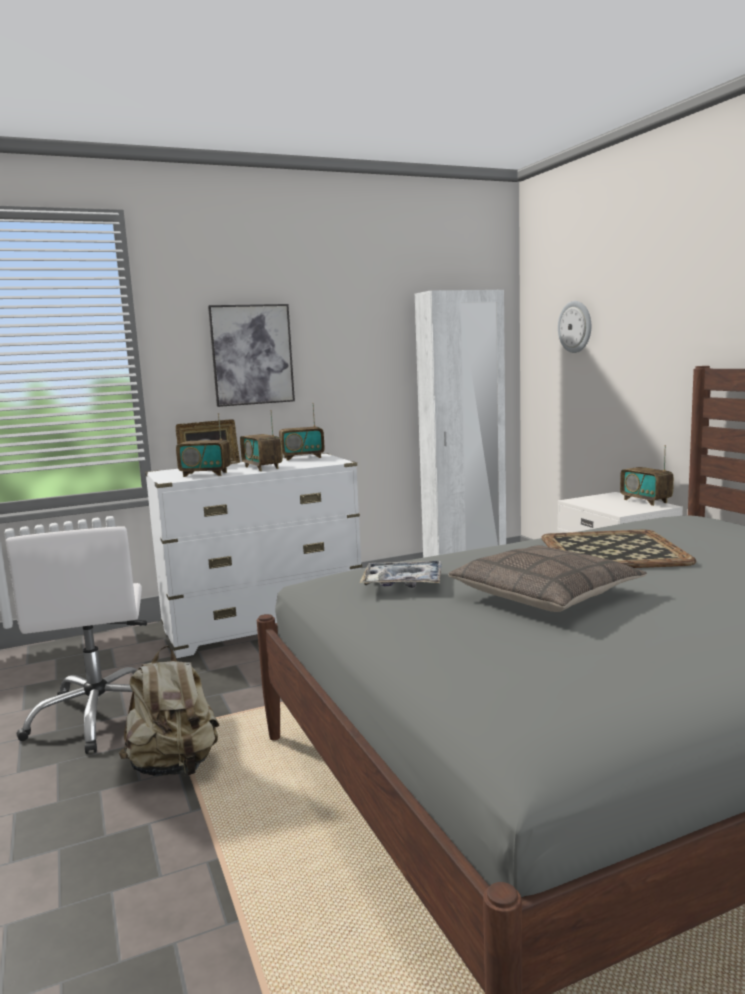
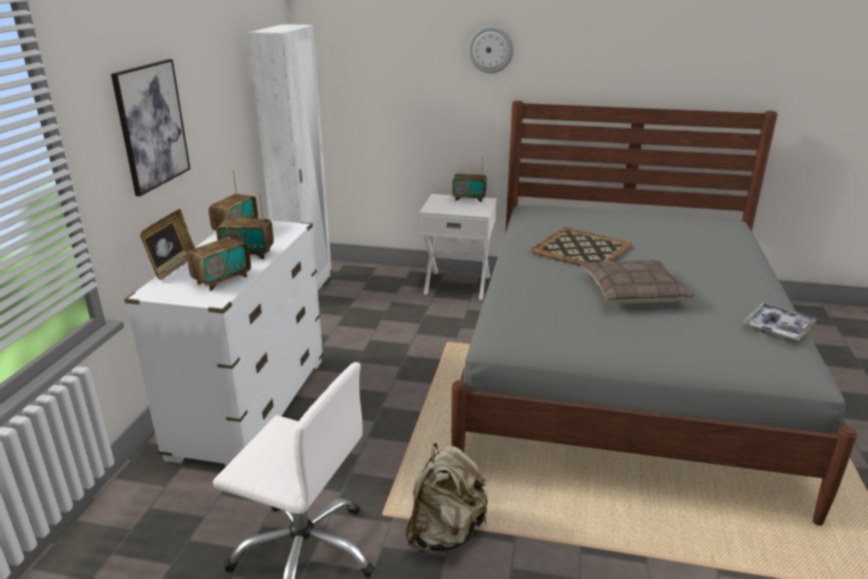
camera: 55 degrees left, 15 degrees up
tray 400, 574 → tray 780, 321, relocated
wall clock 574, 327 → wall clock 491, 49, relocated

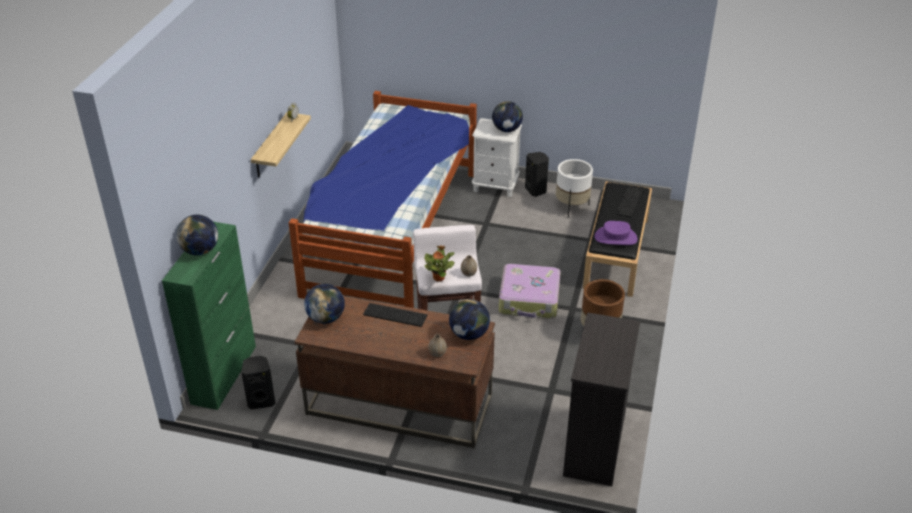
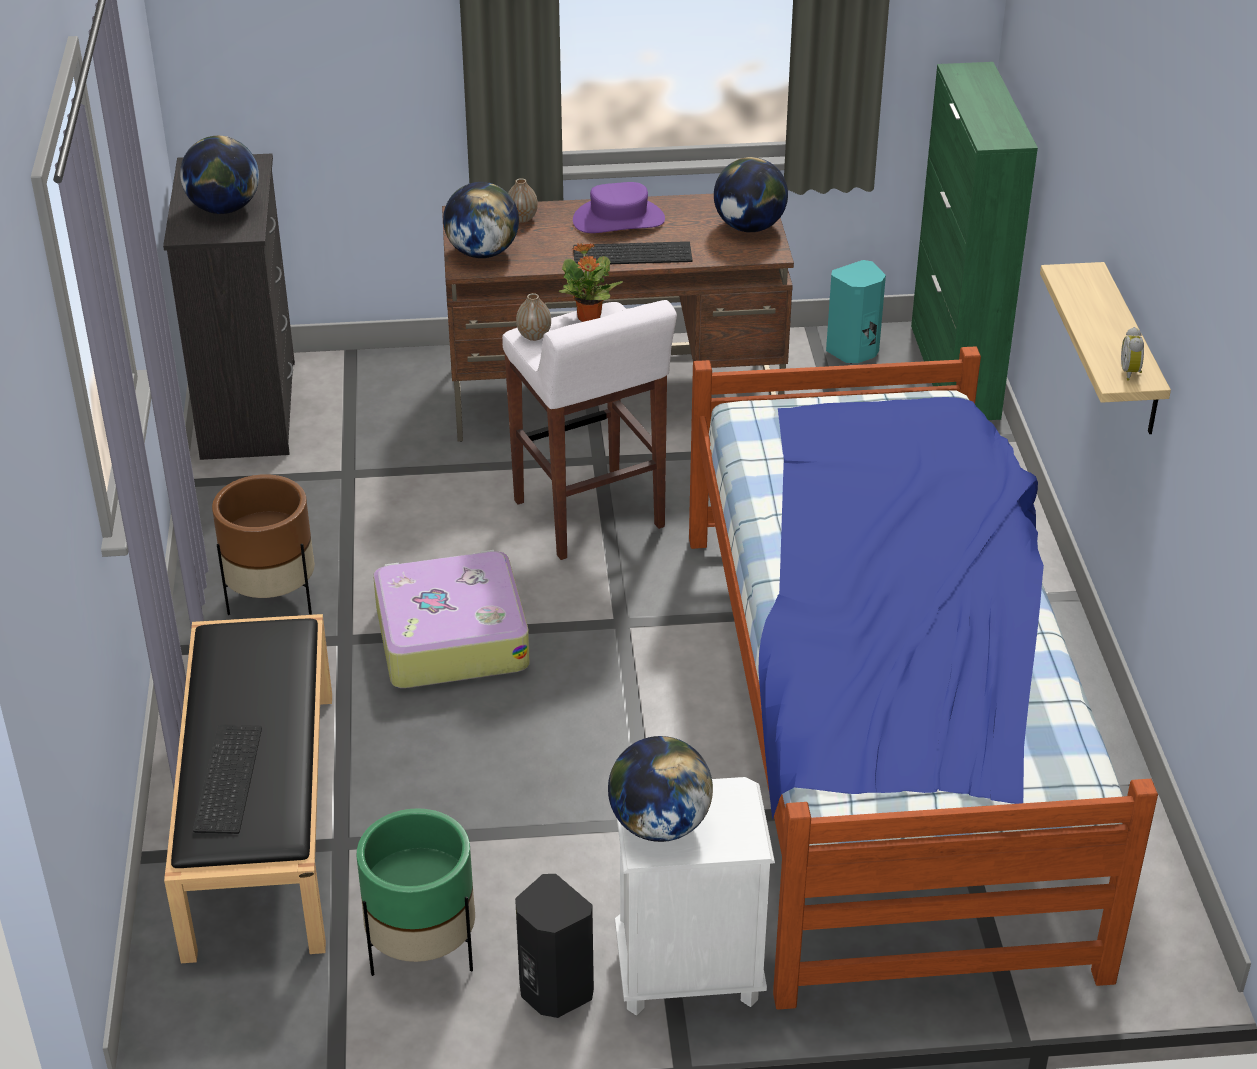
camera: 160 degrees right, 0 degrees up
globe 197, 235 → globe 219, 175, relocated
black speaker 258, 382 → turquoise speaker 856, 311
white planter 574, 188 → green planter 416, 892
purple hat 616, 233 → purple hat 619, 207, relocated

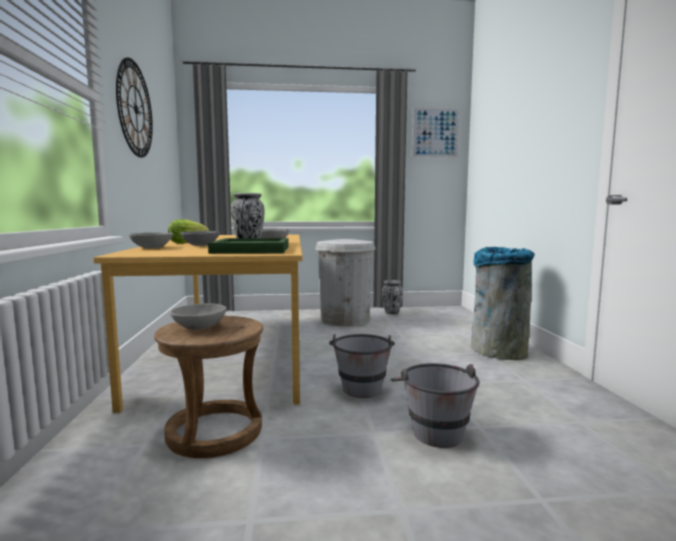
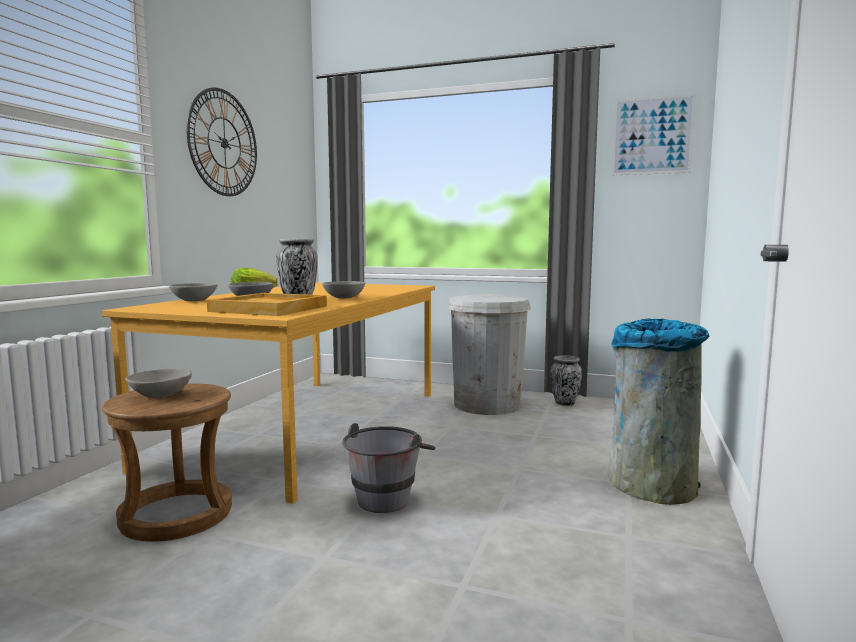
camera: 25 degrees right, 0 degrees up
green tray 248, 246 → beige tray 267, 304
grey bucket 435, 405 → -

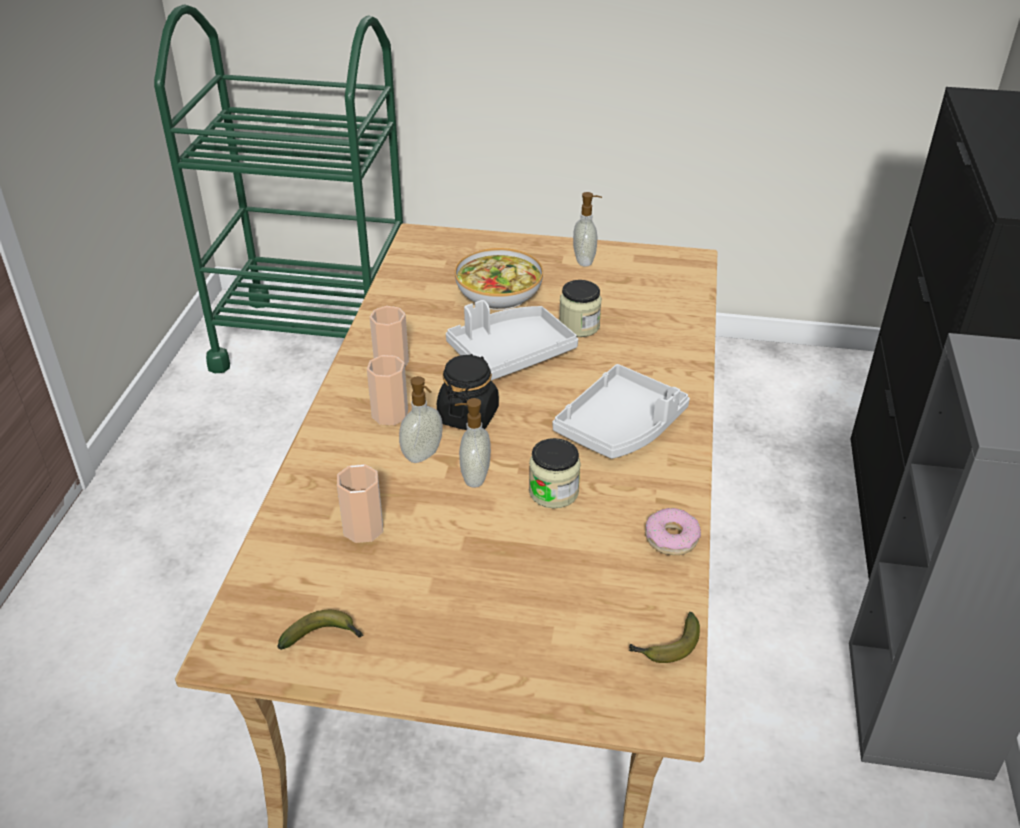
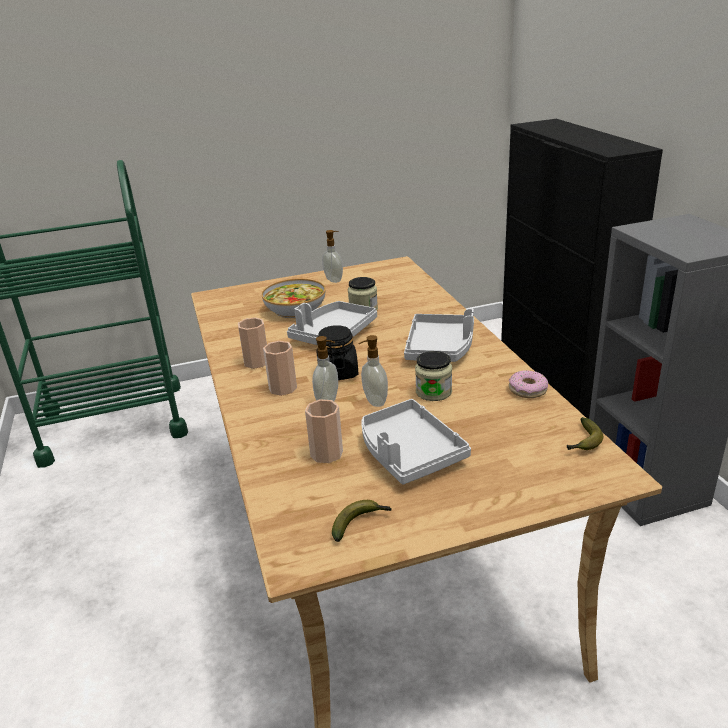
camera: 25 degrees left, 10 degrees down
- → grey tray 416, 441

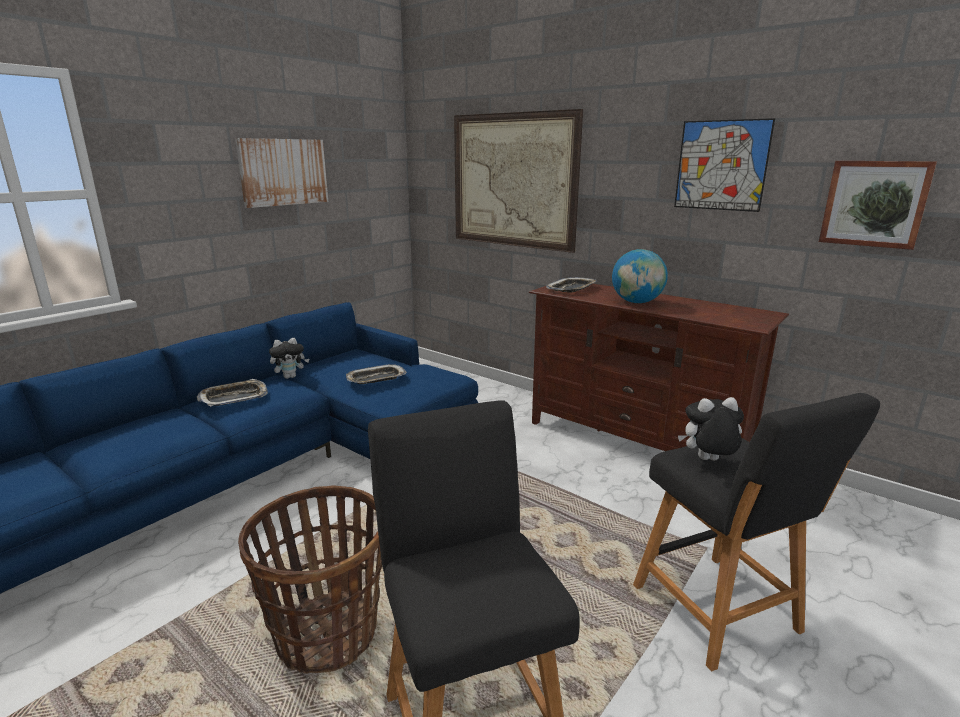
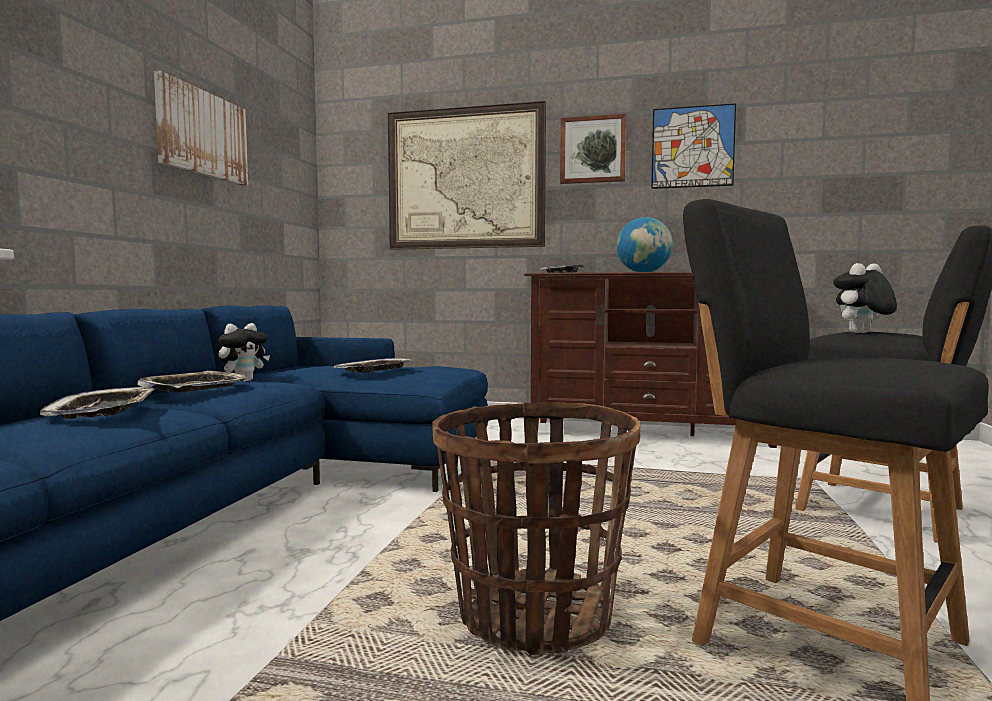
camera: 25 degrees left, 15 degrees down
picture 878, 205 → picture 593, 148, relocated
- → tray 98, 403

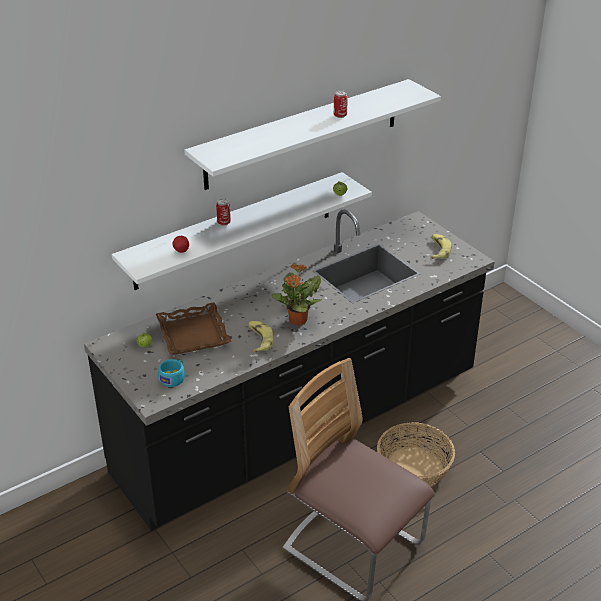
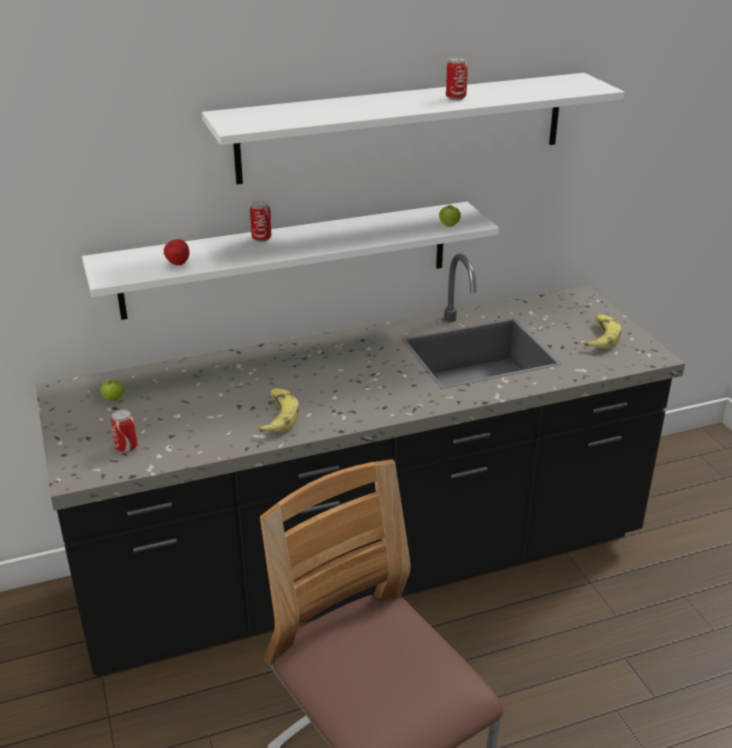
camera: 15 degrees right, 5 degrees down
brown tray 193, 328 → -
turquoise cup 171, 373 → can 124, 431
potted plant 296, 294 → -
basket 416, 454 → -

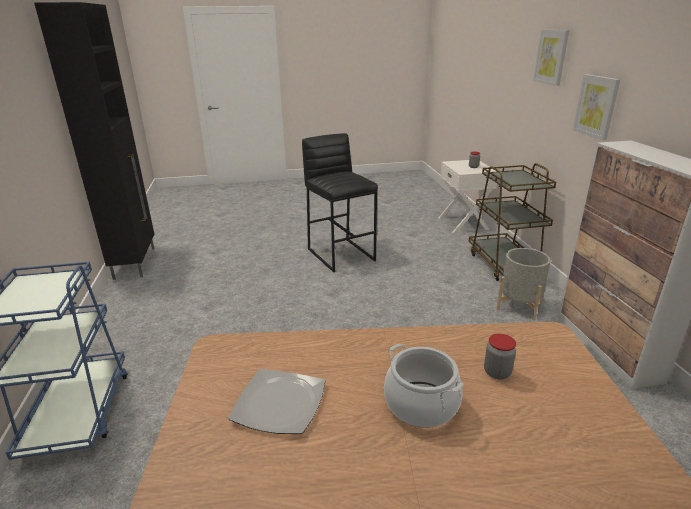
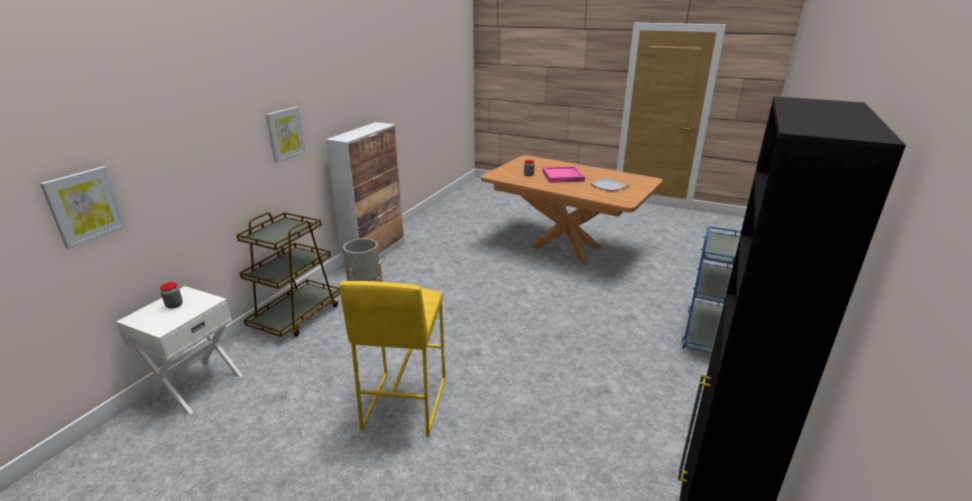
camera: 145 degrees left, 0 degrees up
black stool 340, 202 → yellow stool 392, 359
cooking pot 424, 386 → pink tray 564, 174
picture 551, 57 → picture 83, 207, relocated

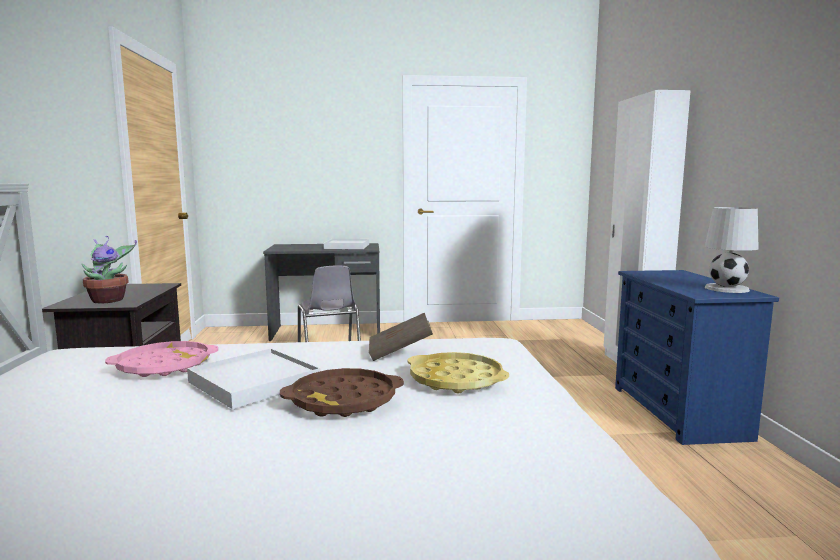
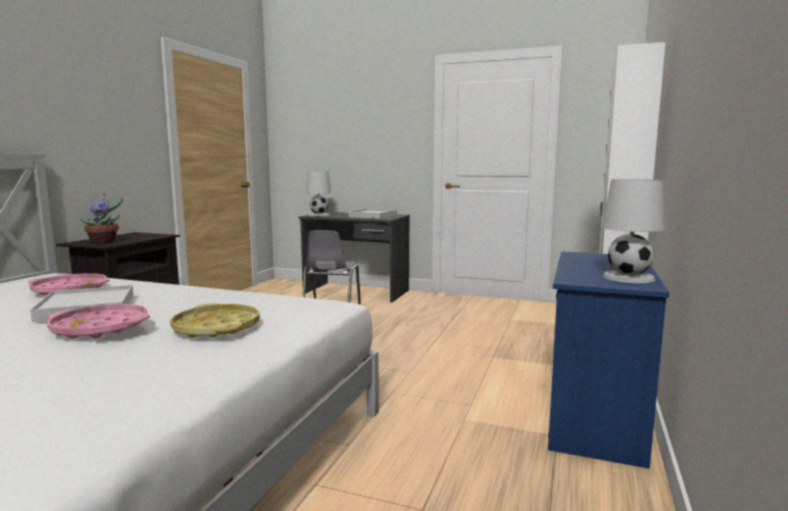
camera: 25 degrees right, 0 degrees up
brown tray 342, 392 → pink tray 98, 321
brown book 401, 337 → -
- → white table lamp 318, 193

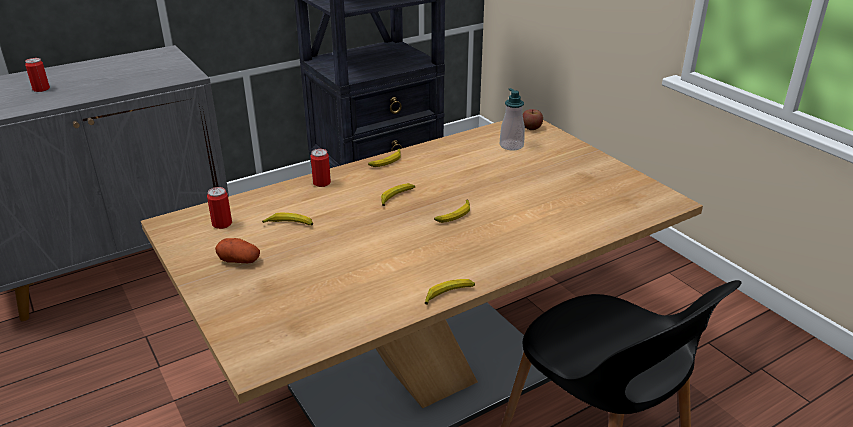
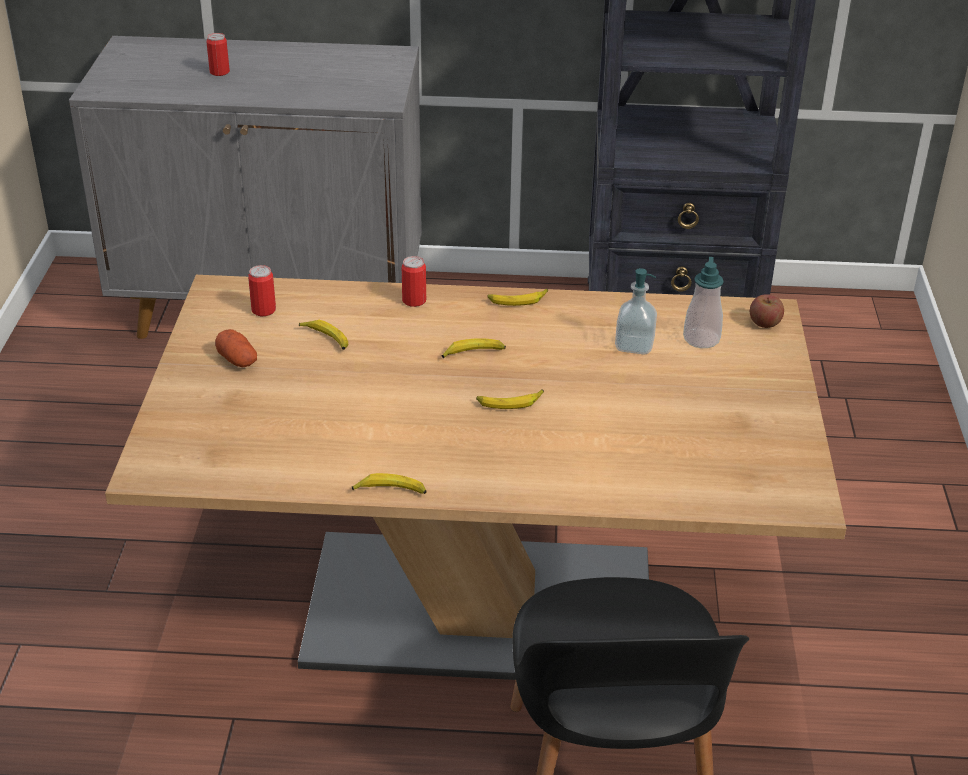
camera: 35 degrees right, 5 degrees up
- → soap dispenser 636, 311

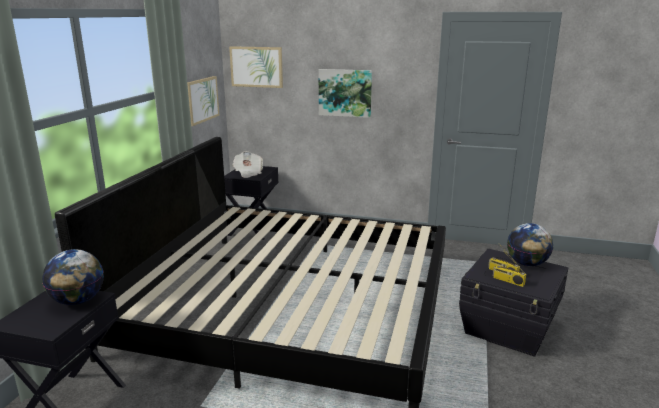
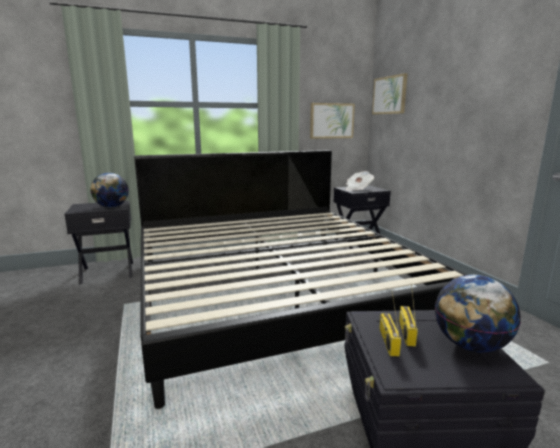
camera: 55 degrees right, 5 degrees down
picture 345, 93 → -

